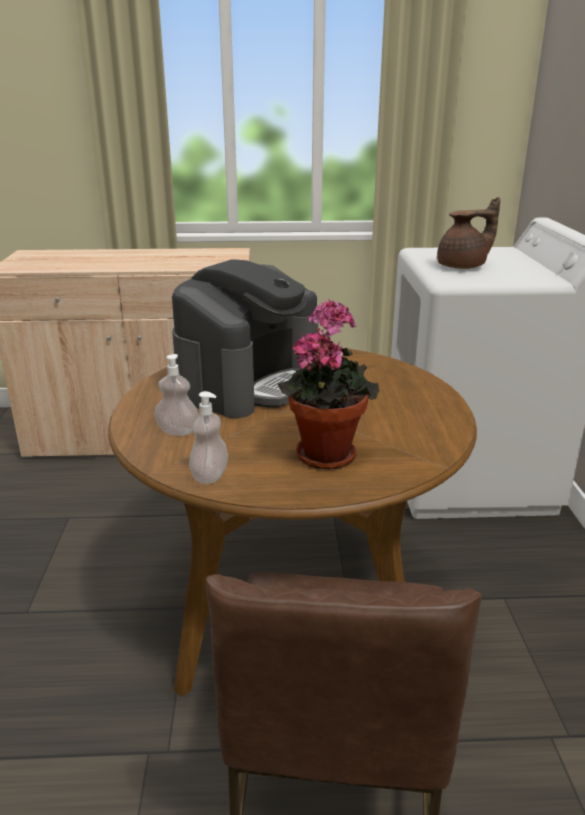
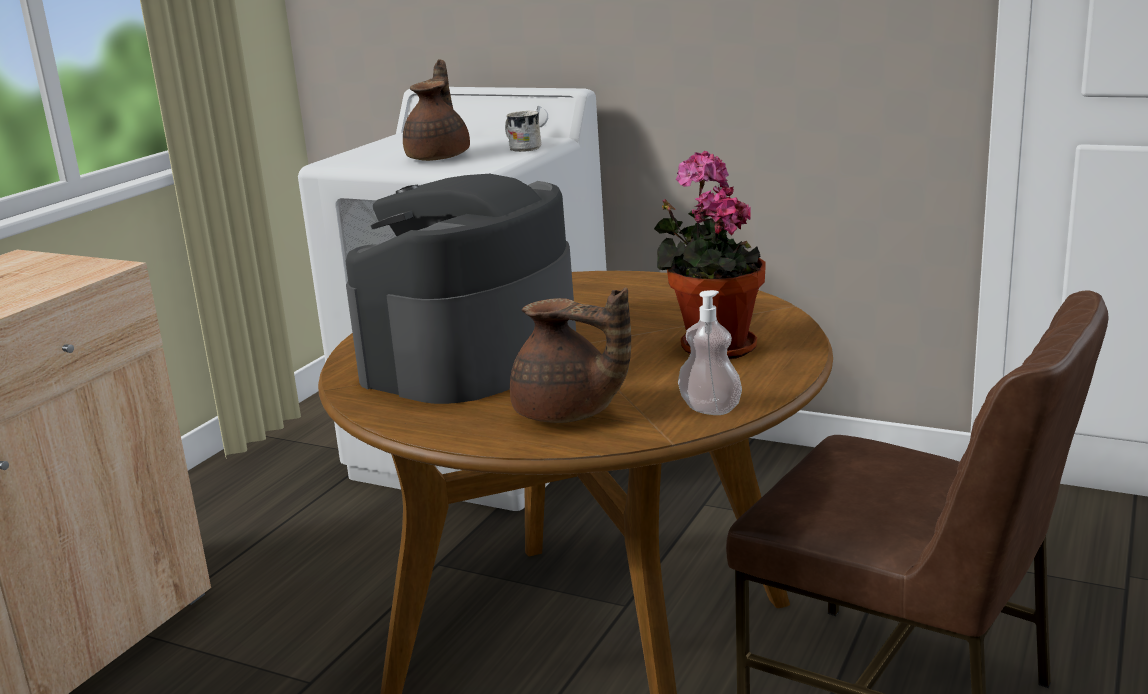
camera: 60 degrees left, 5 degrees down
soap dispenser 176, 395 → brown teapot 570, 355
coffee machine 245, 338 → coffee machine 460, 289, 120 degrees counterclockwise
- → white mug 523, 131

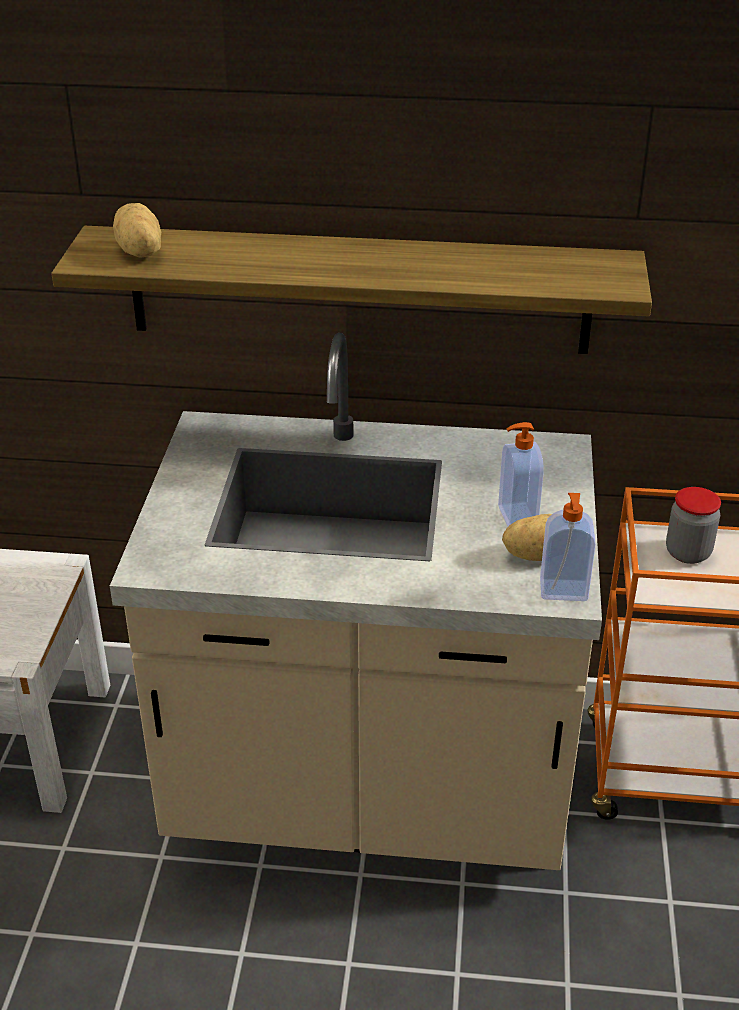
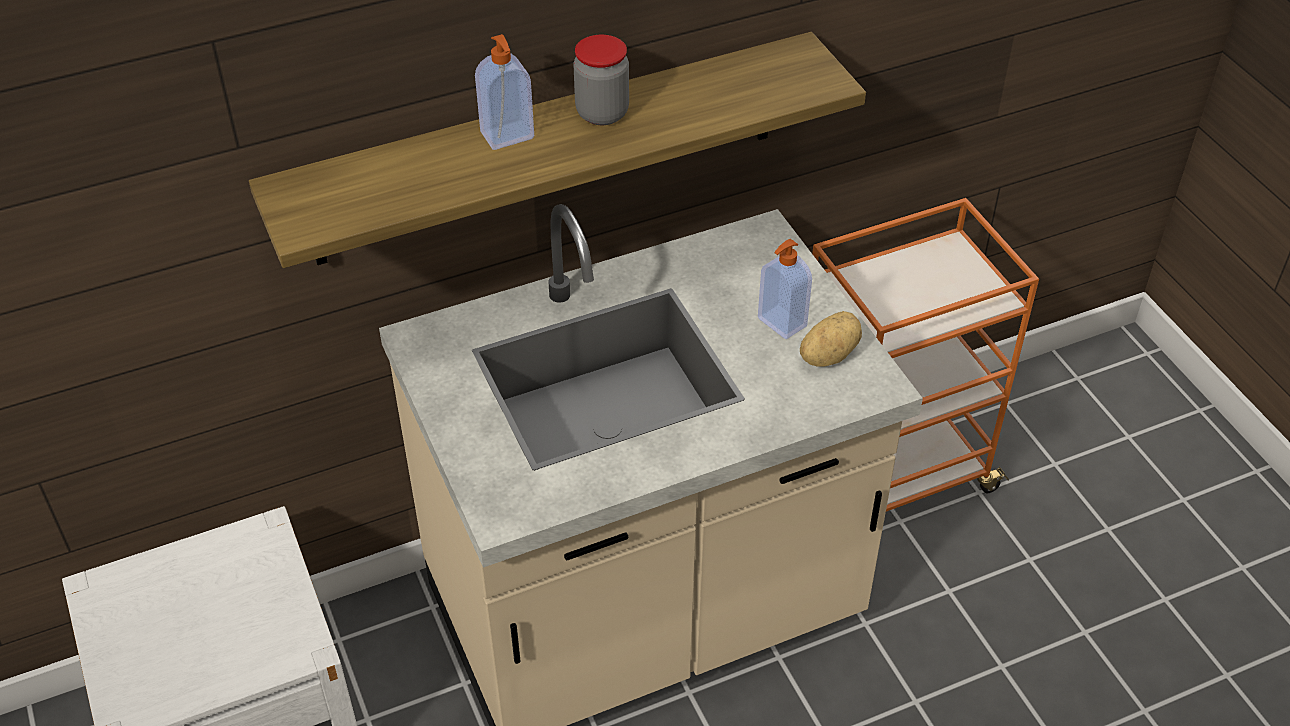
camera: 30 degrees left, 10 degrees up
potato 137, 230 → -
soap dispenser 568, 547 → soap dispenser 504, 92, relocated
jar 693, 525 → jar 601, 80, relocated

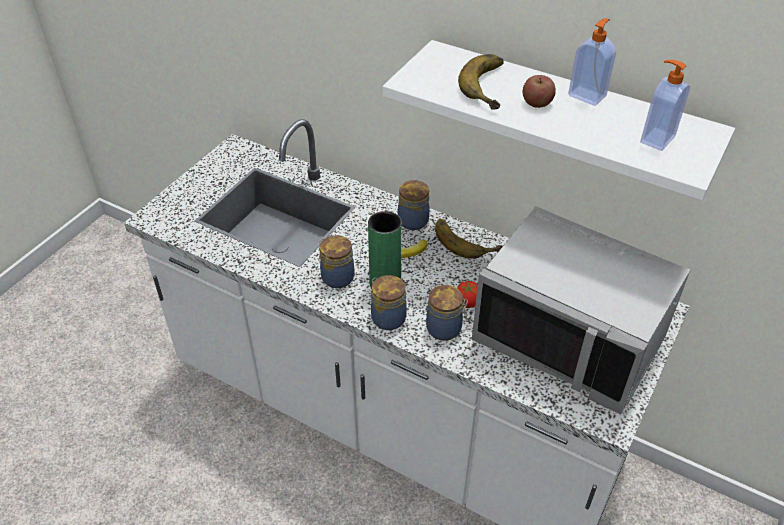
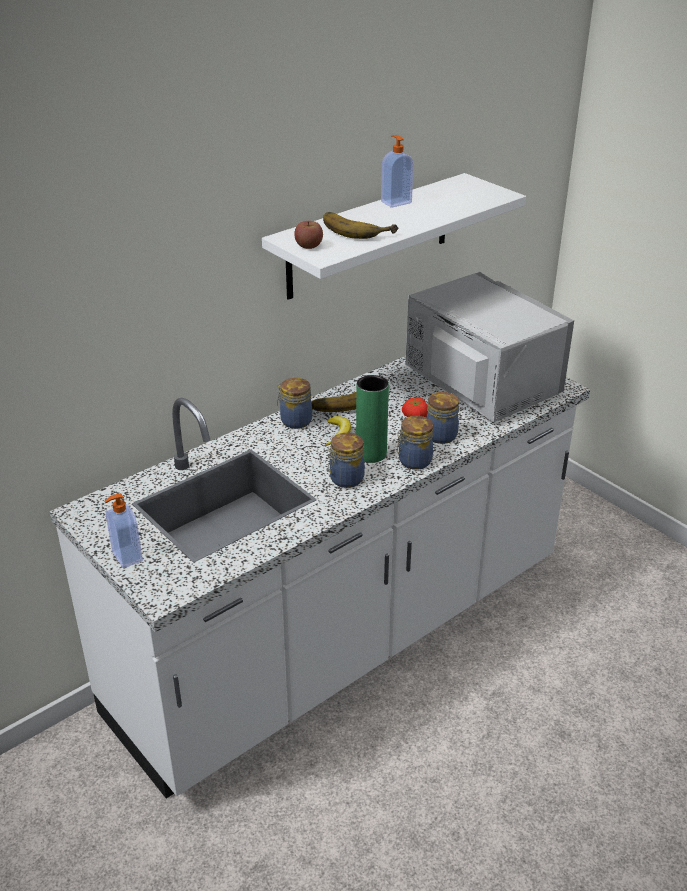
camera: 70 degrees left, 10 degrees down
grey microwave 581, 310 → grey microwave 489, 347, 90 degrees counterclockwise
apple 539, 91 → apple 308, 235, relocated
soap dispenser 665, 105 → soap dispenser 123, 530, relocated

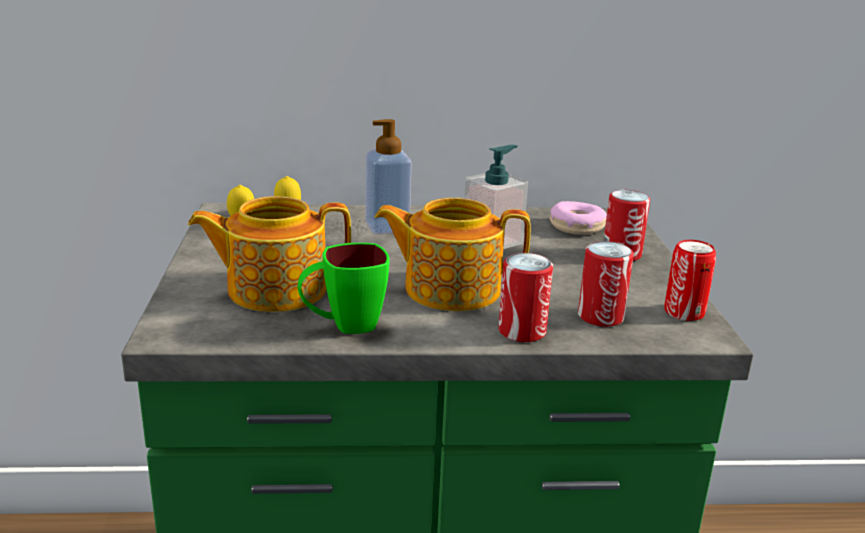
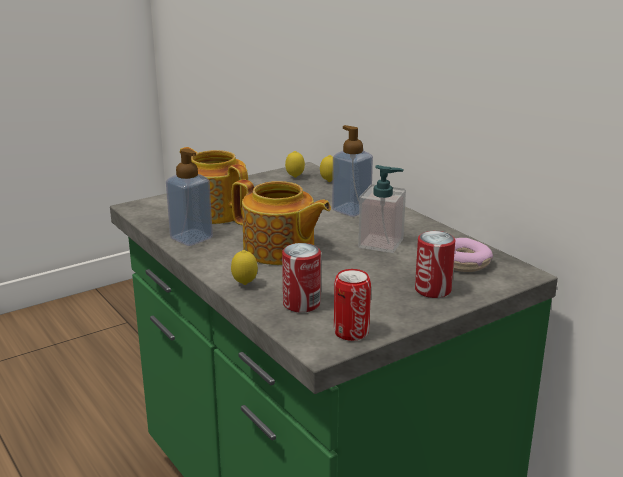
camera: 60 degrees right, 0 degrees up
green mug 343, 288 → soap dispenser 189, 197
teapot 453, 254 → teapot 281, 222, 150 degrees clockwise
can 525, 297 → lemon 244, 267

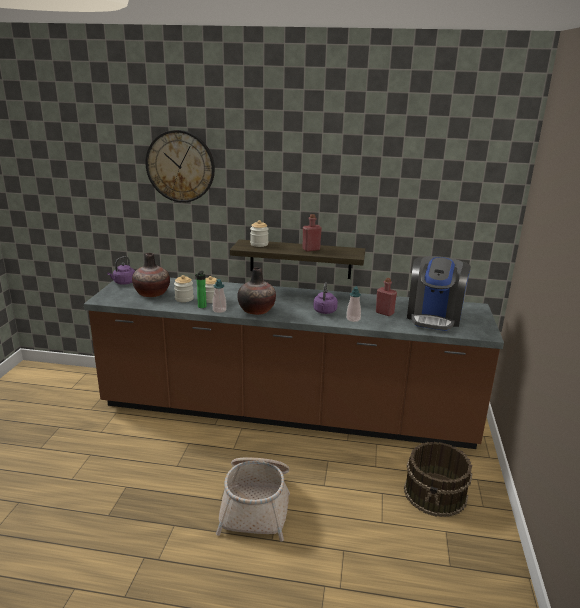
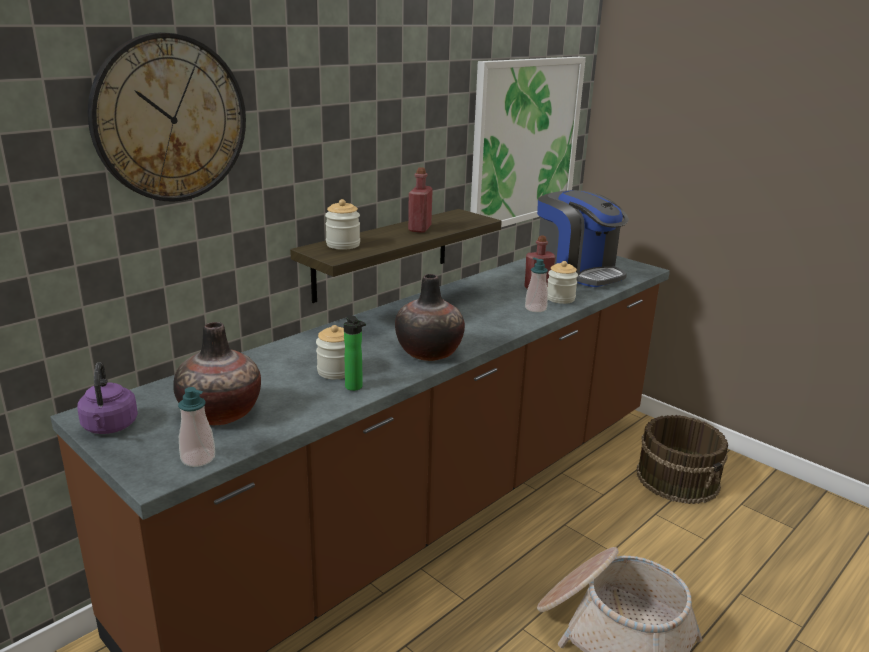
camera: 55 degrees left, 0 degrees up
jar 184, 288 → jar 562, 282, relocated
soap dispenser 219, 296 → soap dispenser 196, 427, relocated
purple kettle 325, 298 → -
- → picture 528, 142

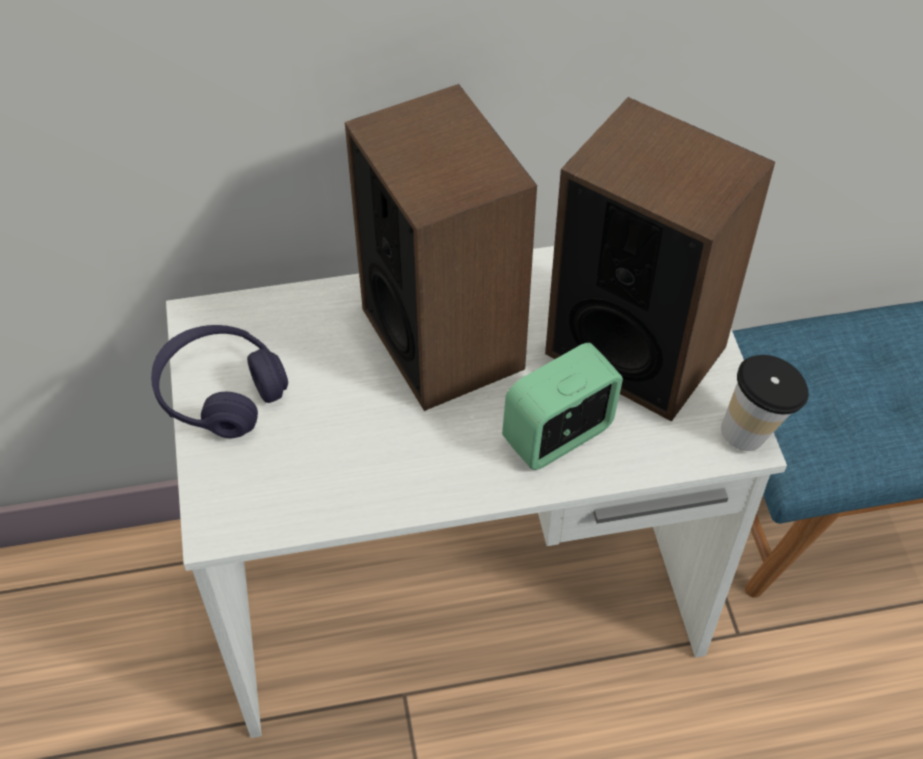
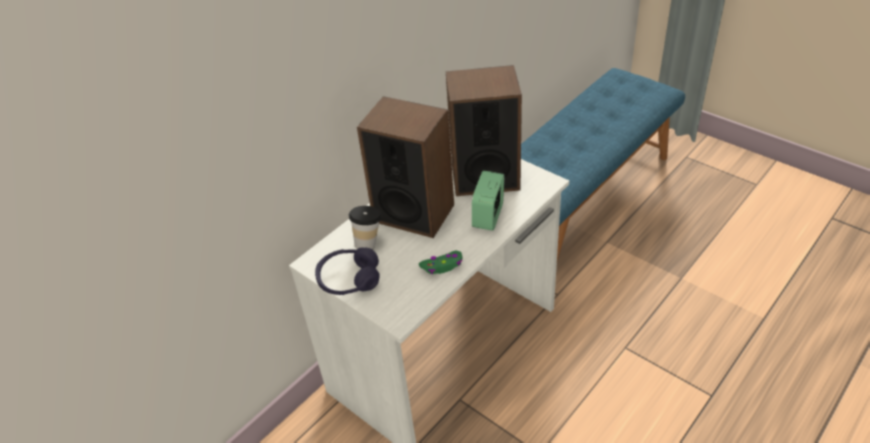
camera: 35 degrees left, 10 degrees down
cup 765, 403 → cup 365, 227, relocated
- → green game controller 440, 262

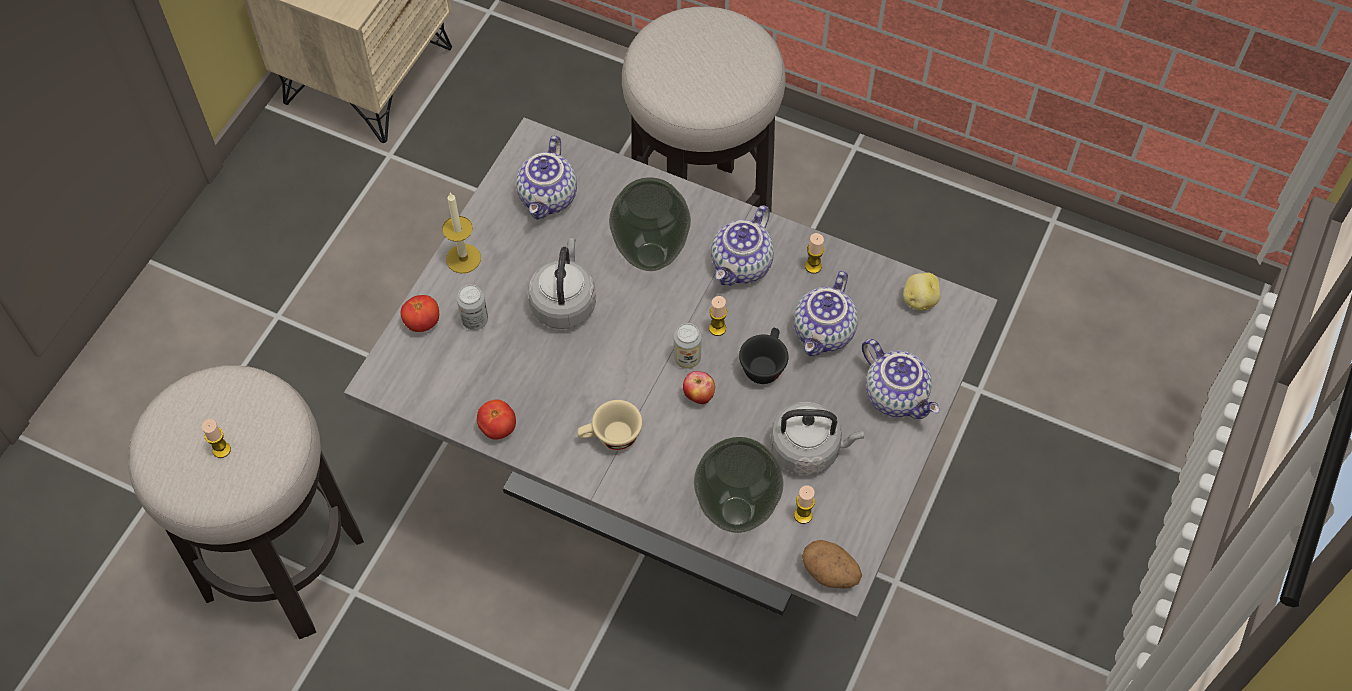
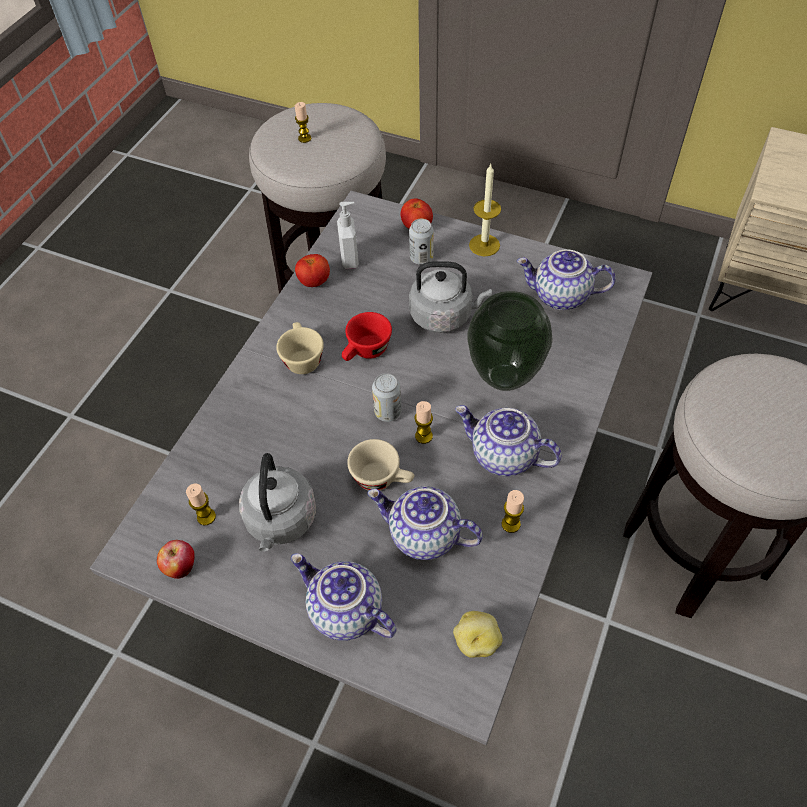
camera: 90 degrees right, 5 degrees down
apple 699, 387 → apple 176, 559, relocated
vase 739, 485 → -
black cup 764, 356 → beige cup 380, 465
potato 832, 564 → -
teapot 901, 379 → teapot 343, 597, 75 degrees clockwise
- → soap dispenser 348, 235
- → red cup 367, 336

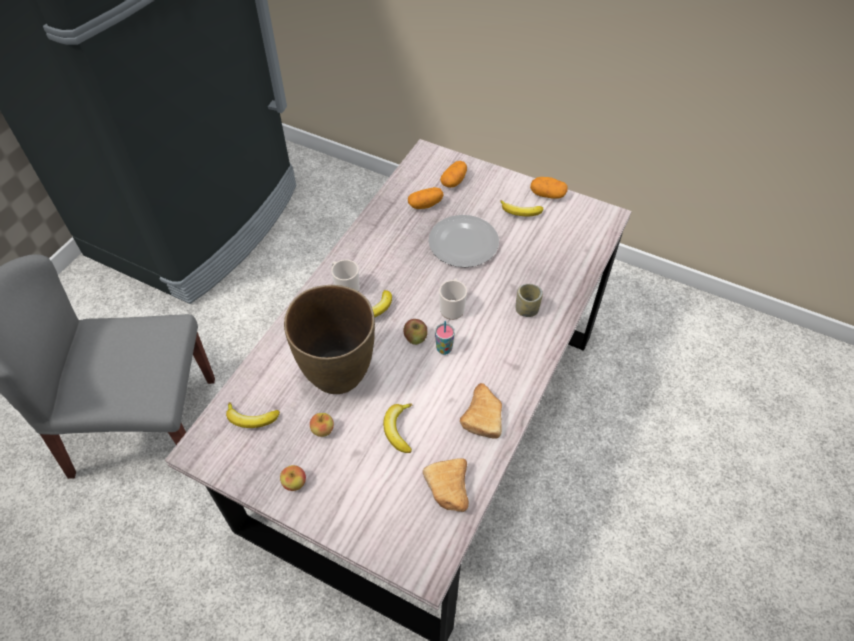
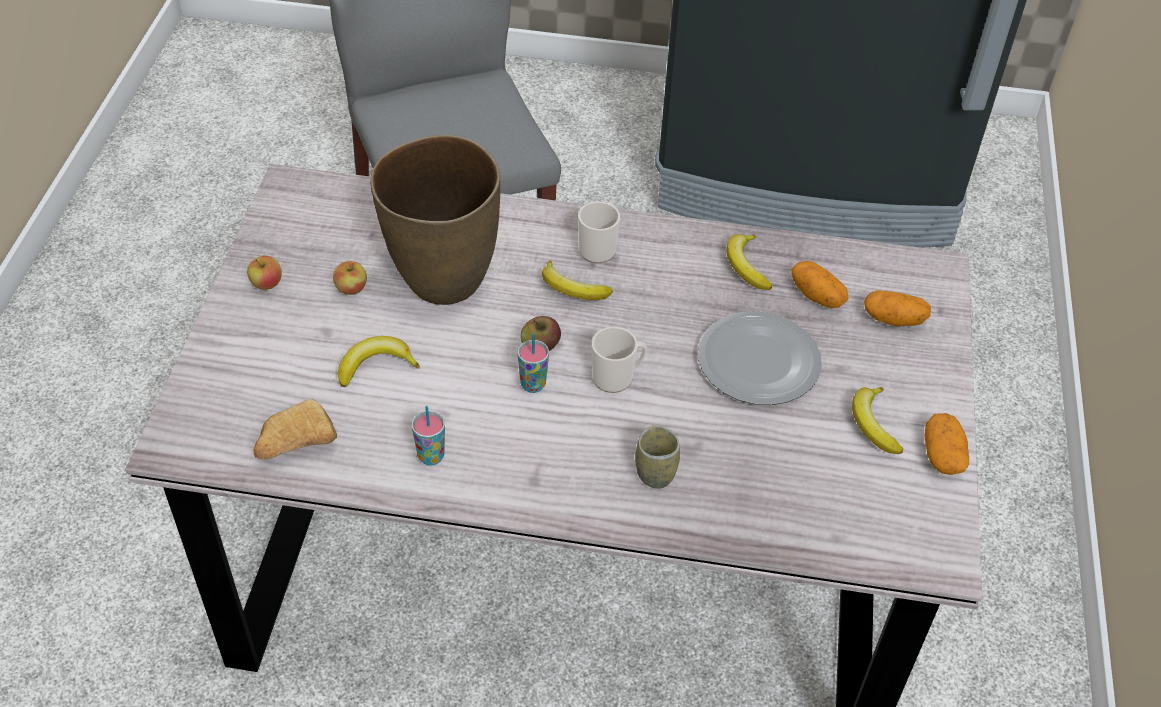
camera: 70 degrees right, 5 degrees down
banana 253, 415 → banana 749, 262, relocated
bread 481, 411 → cup 428, 436

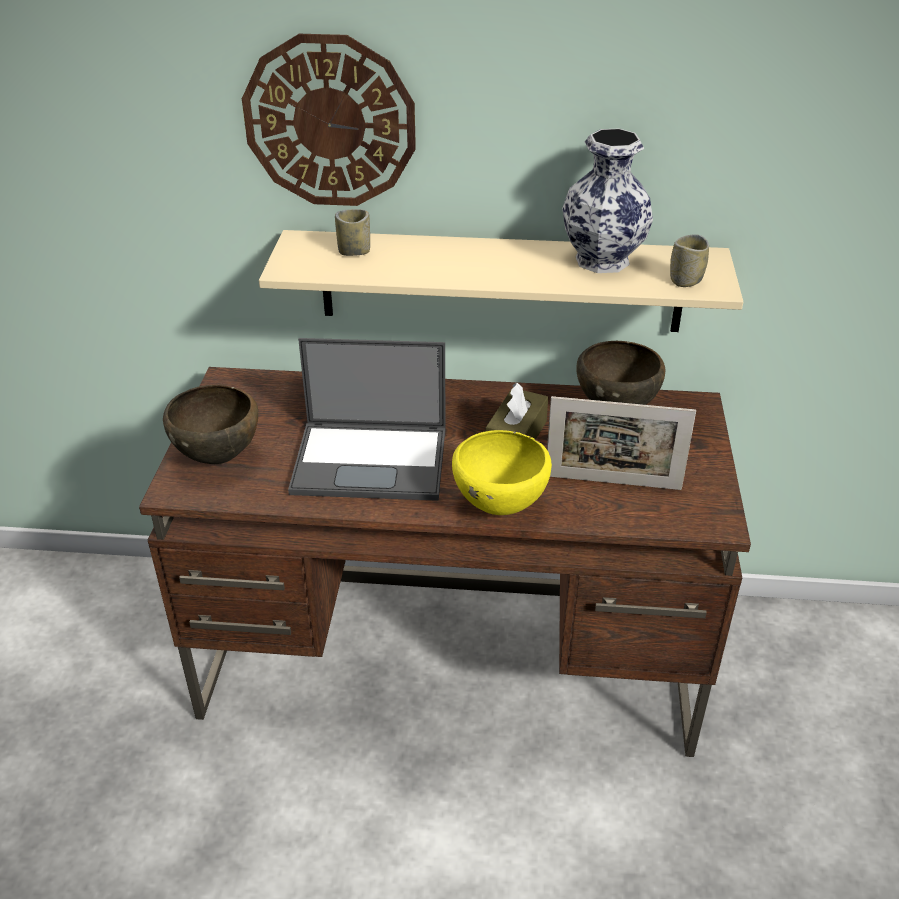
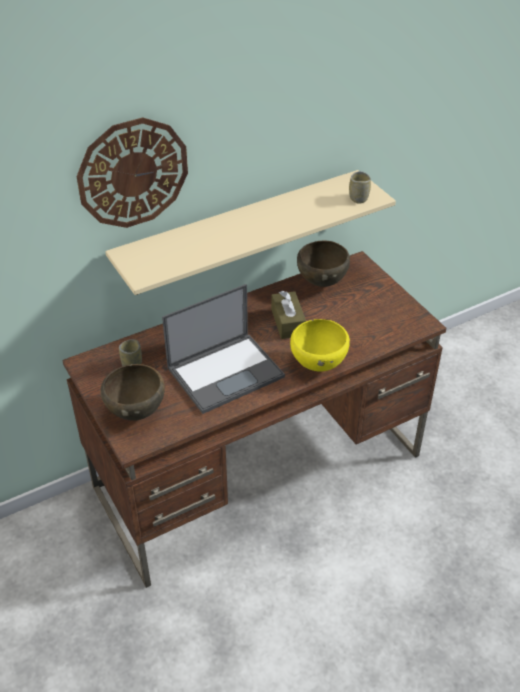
camera: 35 degrees left, 5 degrees up
cup 352, 232 → cup 130, 352, relocated
picture frame 621, 443 → -
vase 607, 201 → -

